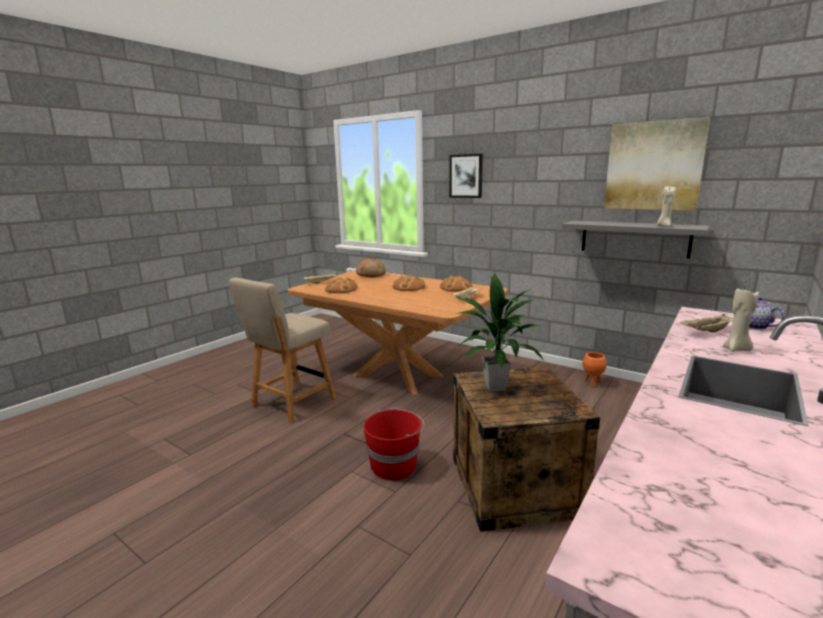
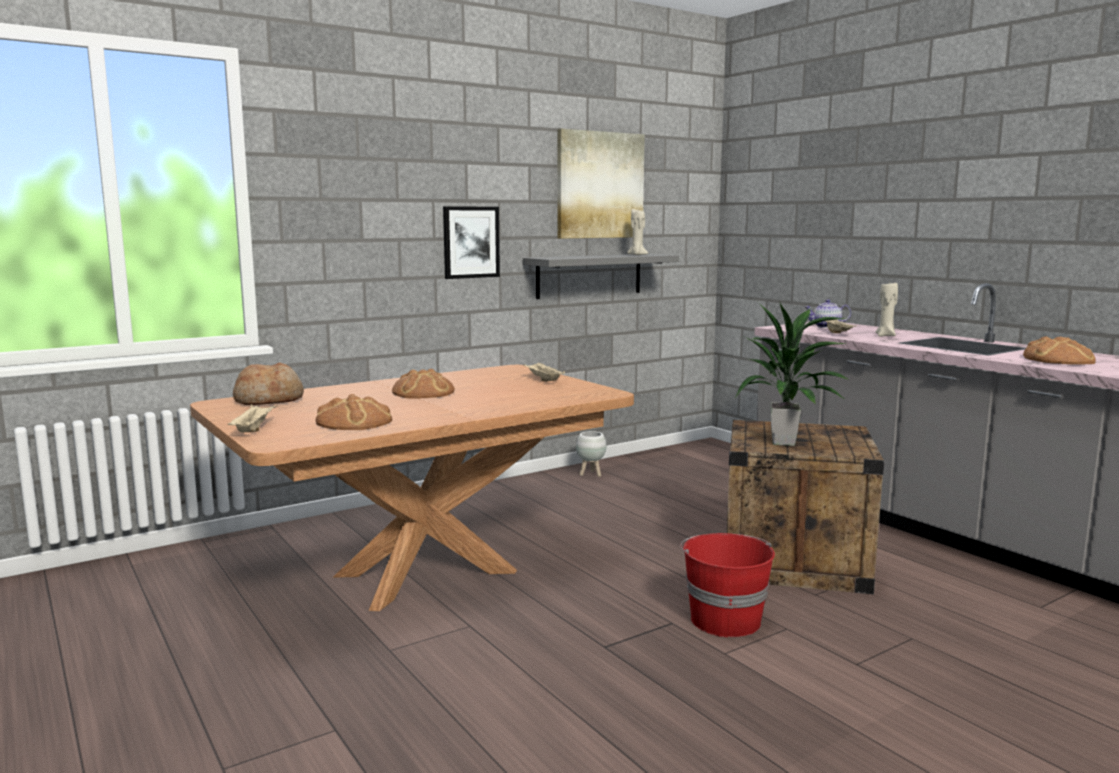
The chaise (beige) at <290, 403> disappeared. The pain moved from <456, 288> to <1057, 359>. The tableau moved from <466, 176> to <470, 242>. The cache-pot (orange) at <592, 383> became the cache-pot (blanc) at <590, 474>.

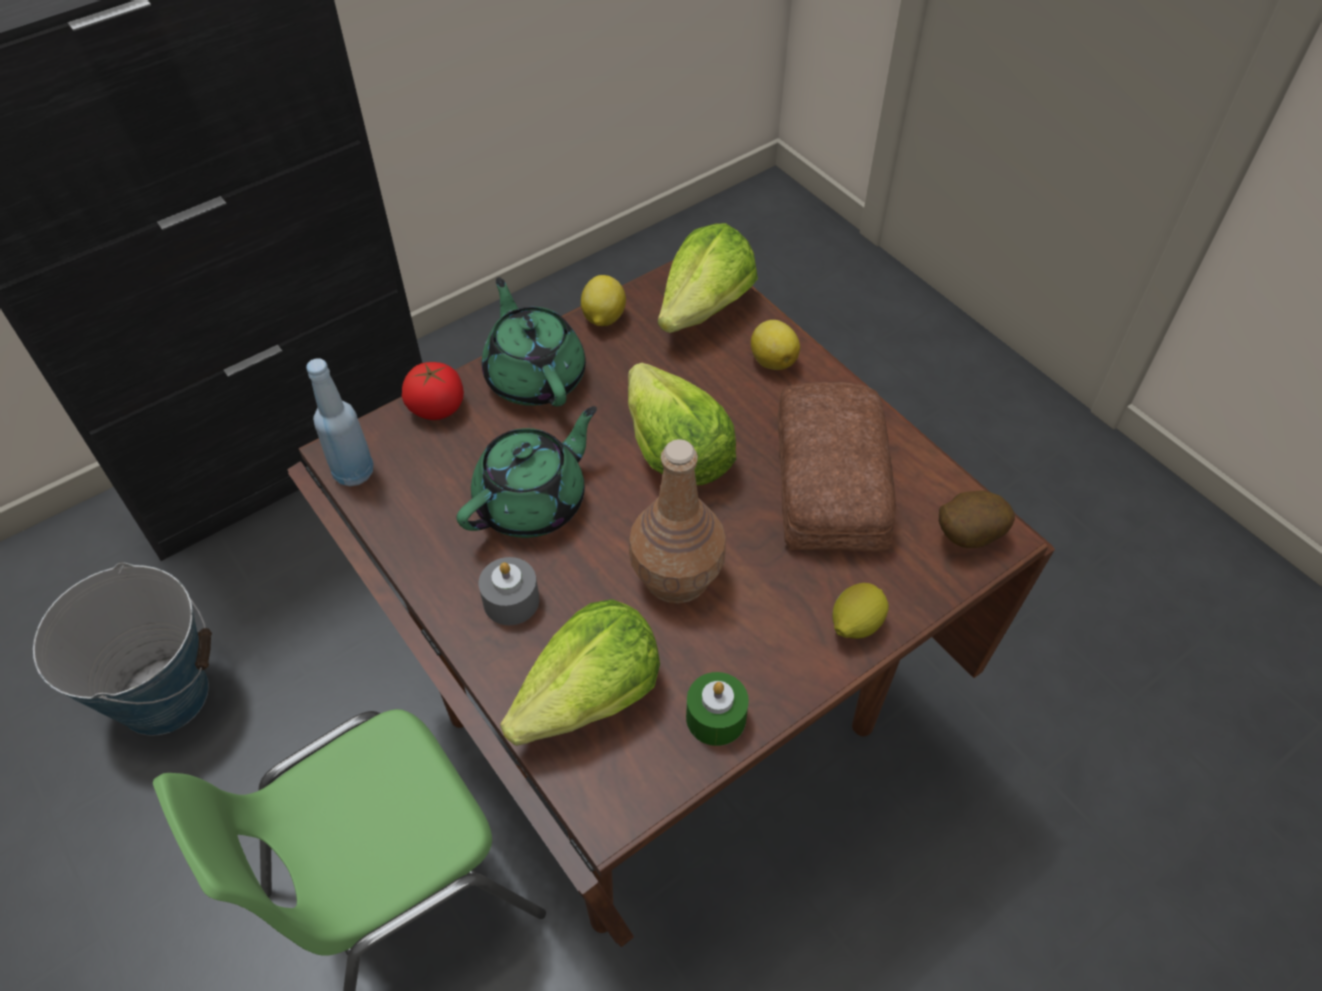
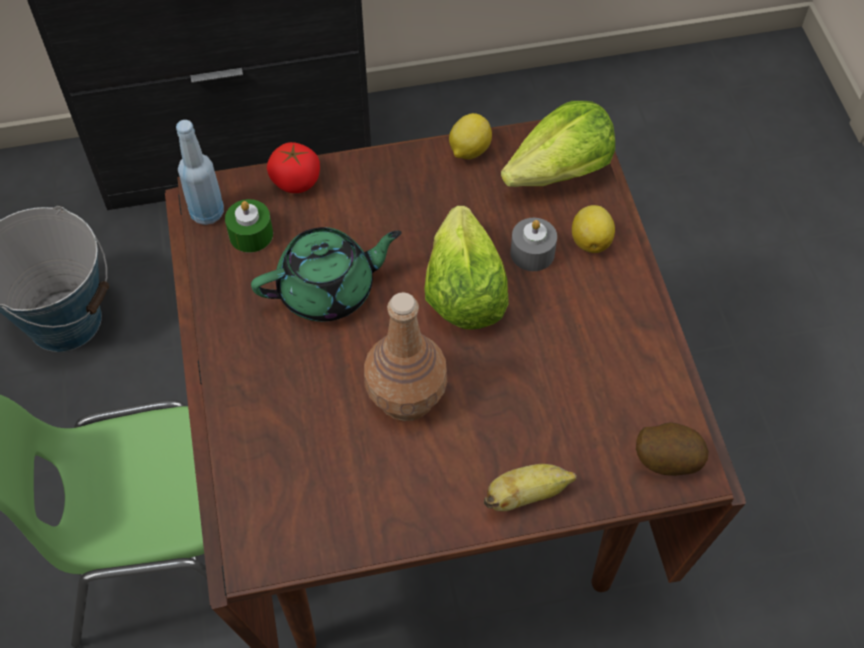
The théière (vert) at <535, 376> disappeared. The laitue at <589, 697> disappeared. The pain at <827, 482> disappeared. The bougie (gris) moved from <511, 601> to <532, 253>. The bougie (vert) moved from <716, 717> to <251, 234>. The citron at <855, 624> was replaced by the banane at <526, 495>.

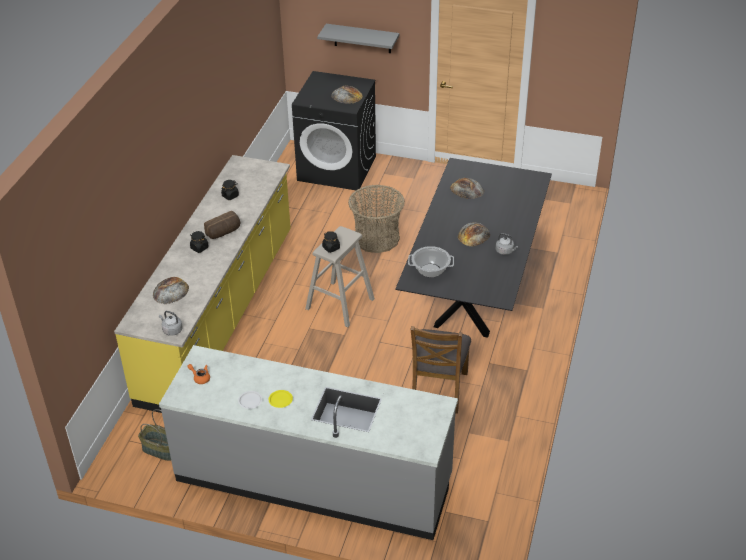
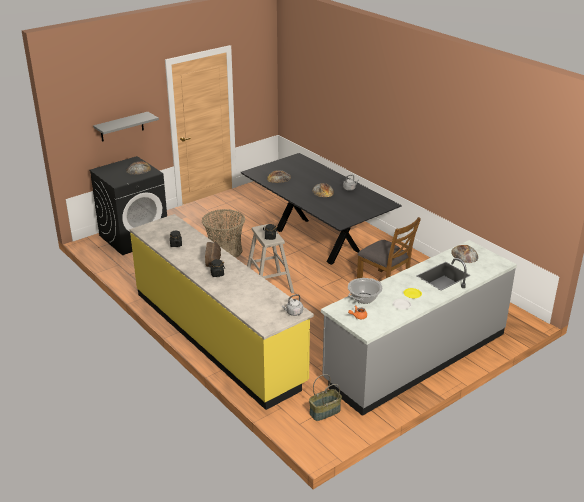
The pain moved from <170, 291> to <464, 255>. The marmite moved from <431, 270> to <364, 298>.

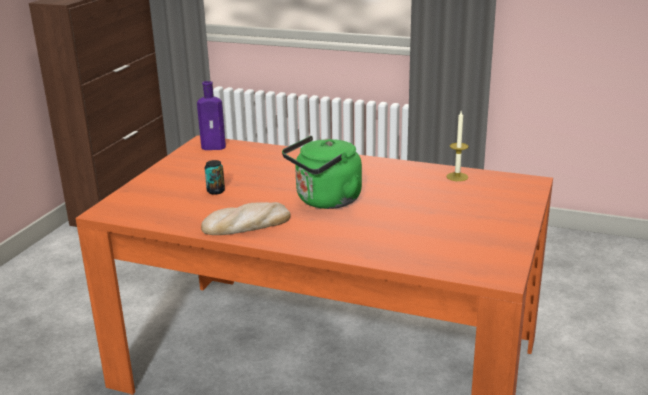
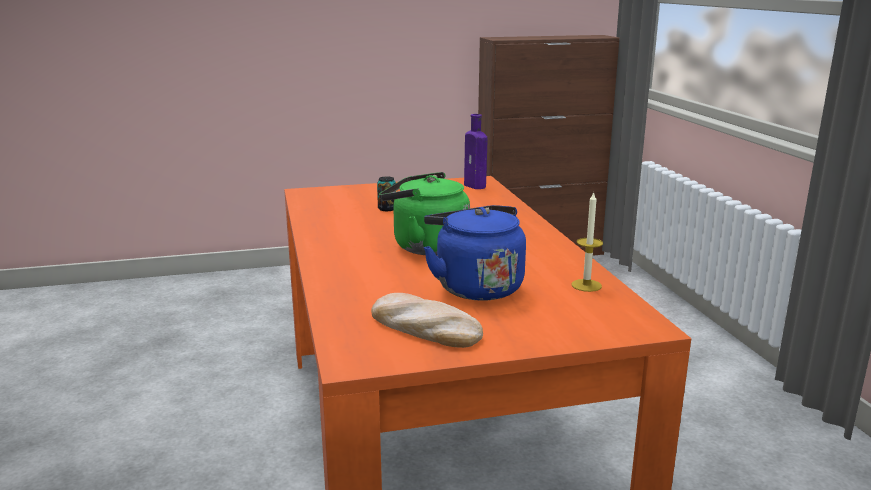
The bouilloire (bleu) at <475, 286> appeared. The pain moved from <246, 224> to <424, 327>.

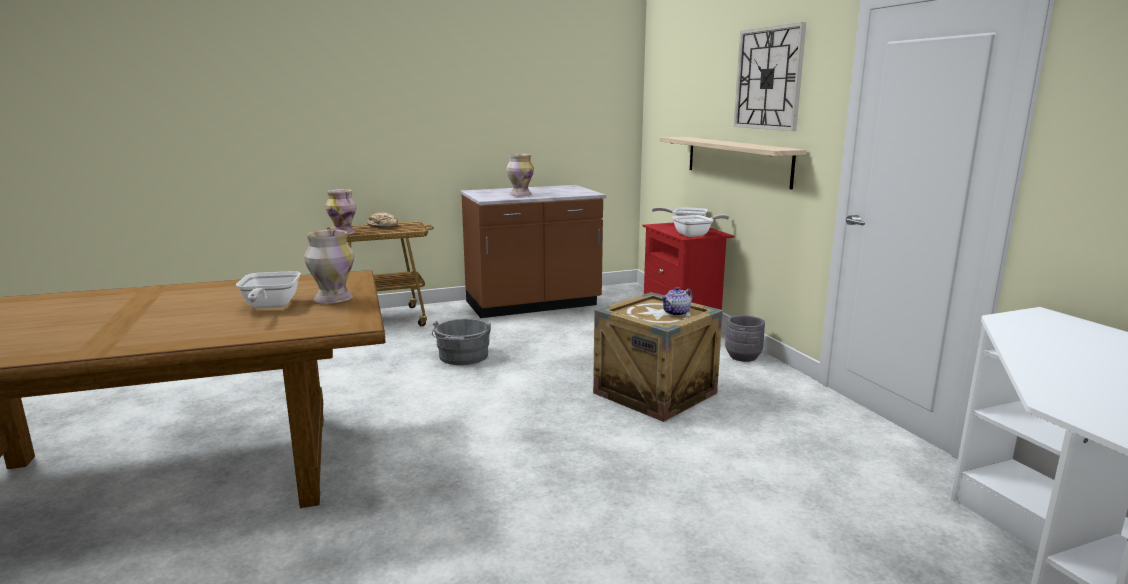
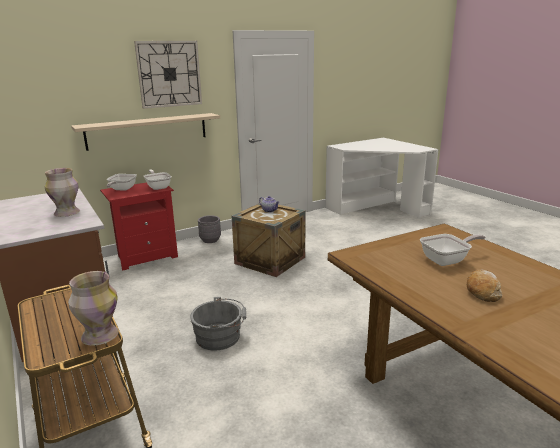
The vase at <332, 299> disappeared. The pain moved from <383, 226> to <482, 291>.

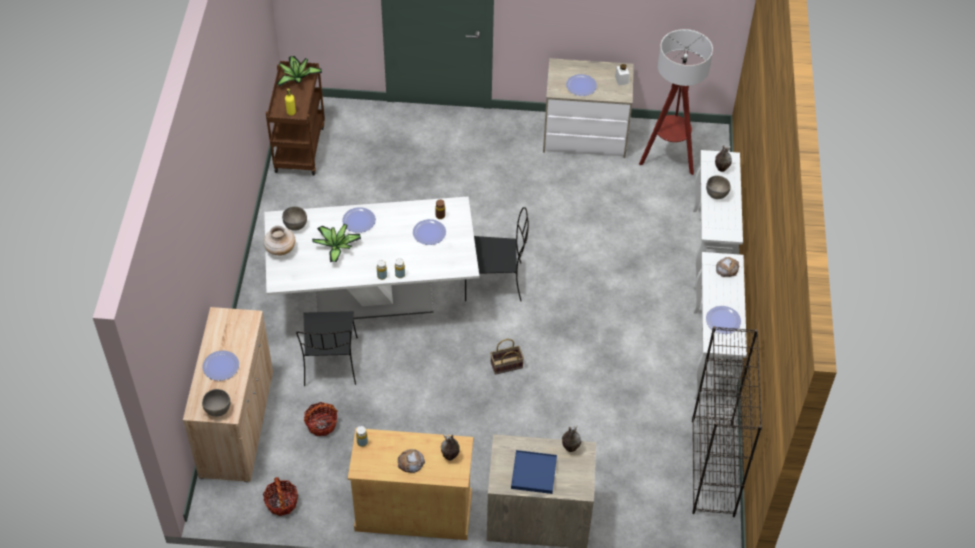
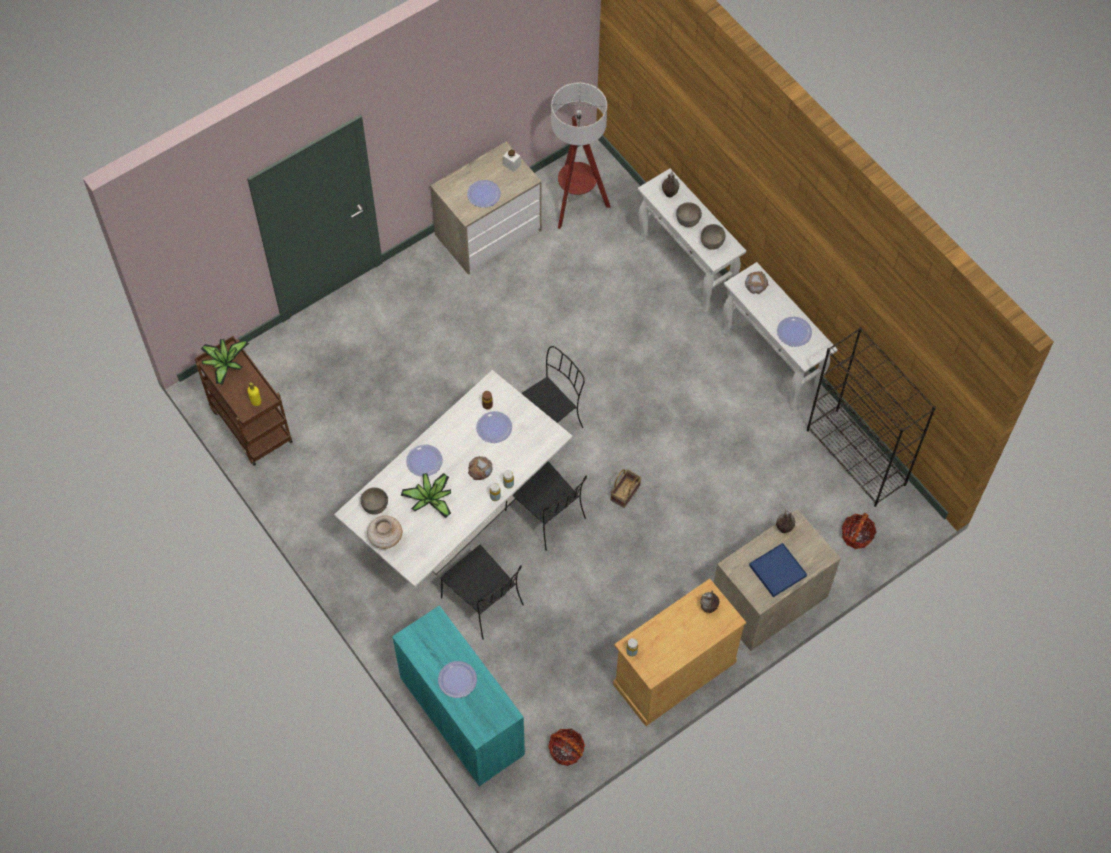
The chaise (noir) at <547, 515> appeared. The bol (gris) moved from <217, 410> to <711, 243>. The panier moved from <321, 424> to <856, 536>. The pain moved from <410, 462> to <480, 469>. The meuble de rangement (beige) at <237, 424> became the meuble de rangement (turquoise) at <462, 716>.

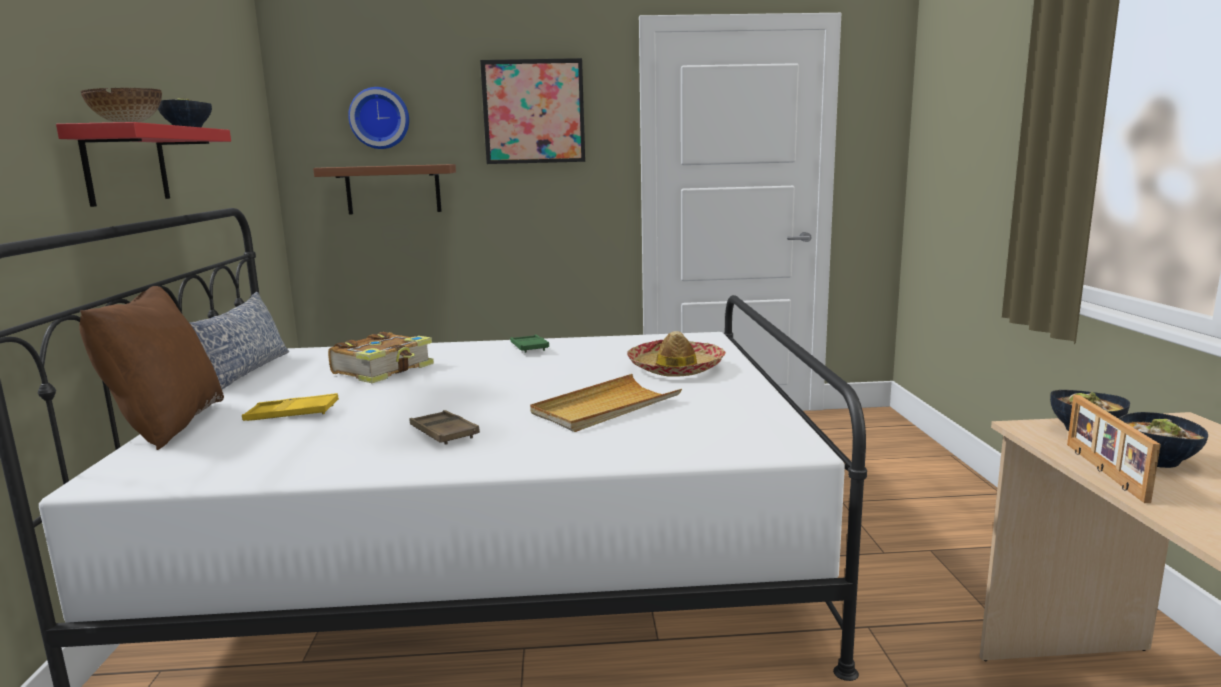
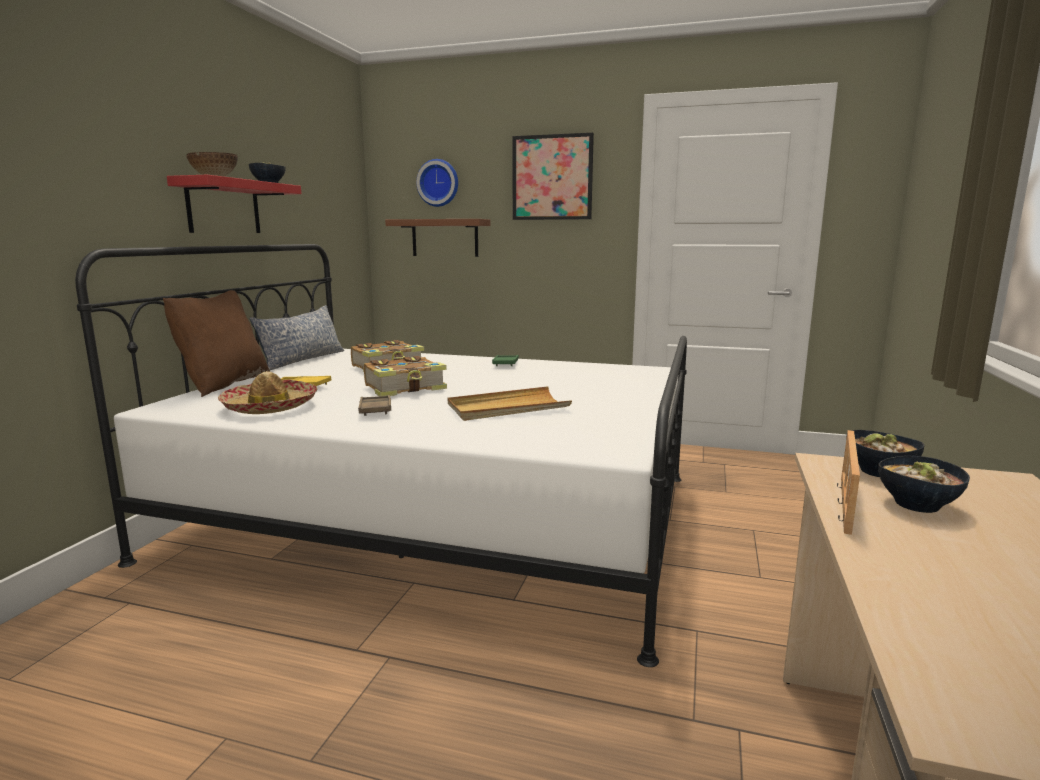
The livre at <406, 388> appeared. The chapeau moved from <676, 368> to <270, 407>.

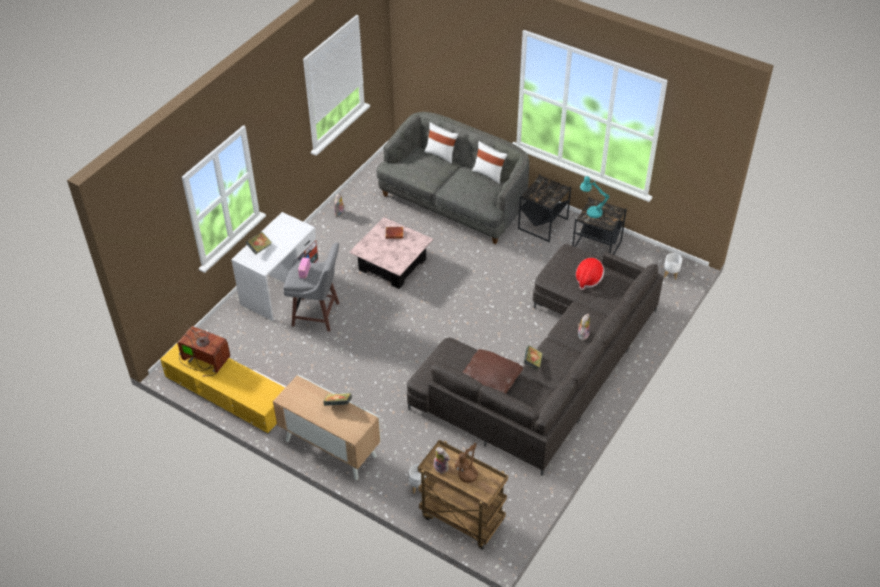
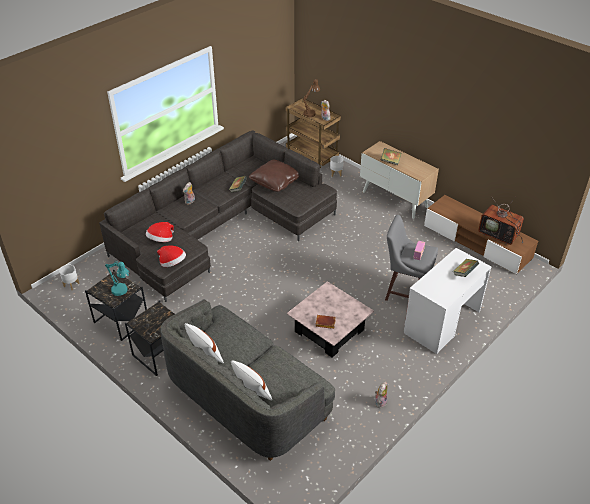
The chapeau at <172, 263> appeared. The meuble télé (jaune) at <228, 392> became the meuble télé (marron) at <477, 242>.

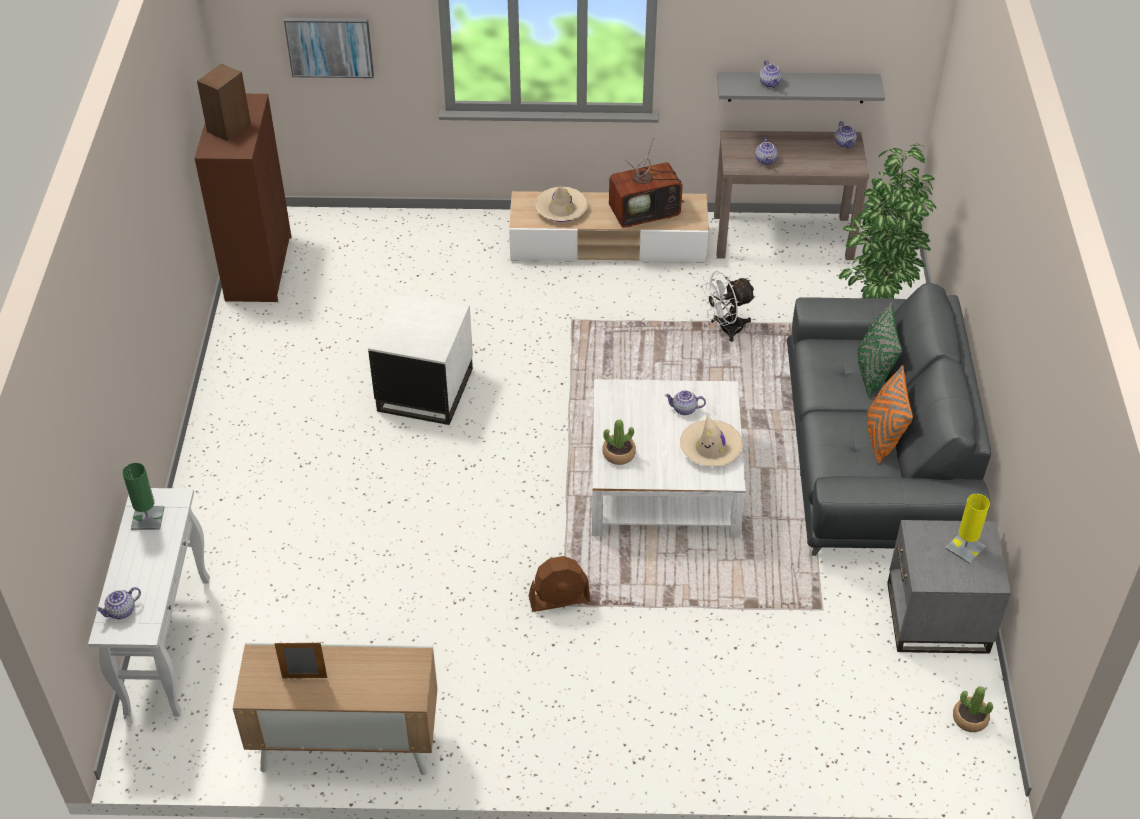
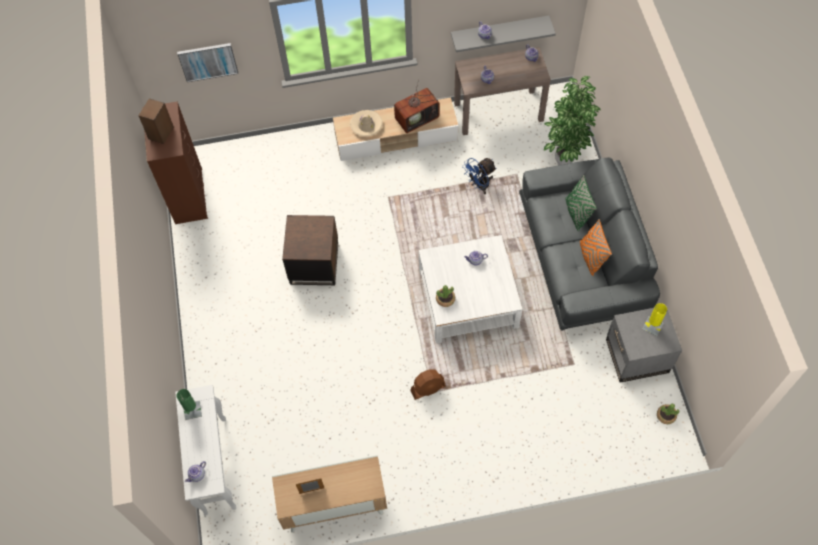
The chapeau (beige) at <711, 448> disappeared. The table d'appoint (blanc) at <424, 389> became the table d'appoint (marron) at <313, 263>. The ventilateur (blanc) at <725, 329> became the ventilateur (bleu) at <479, 186>.

